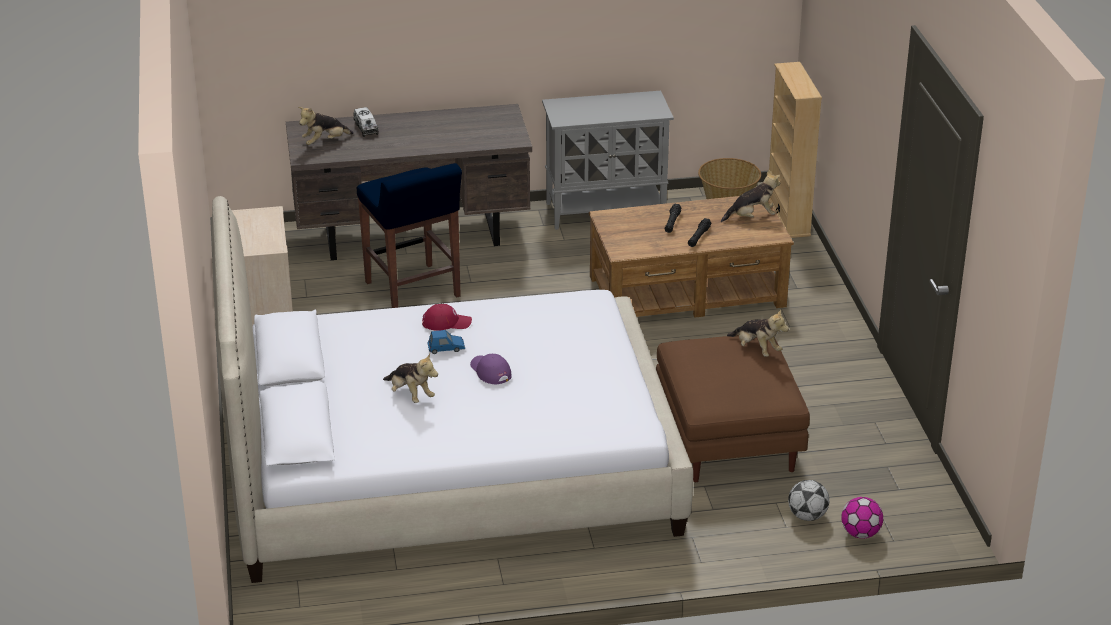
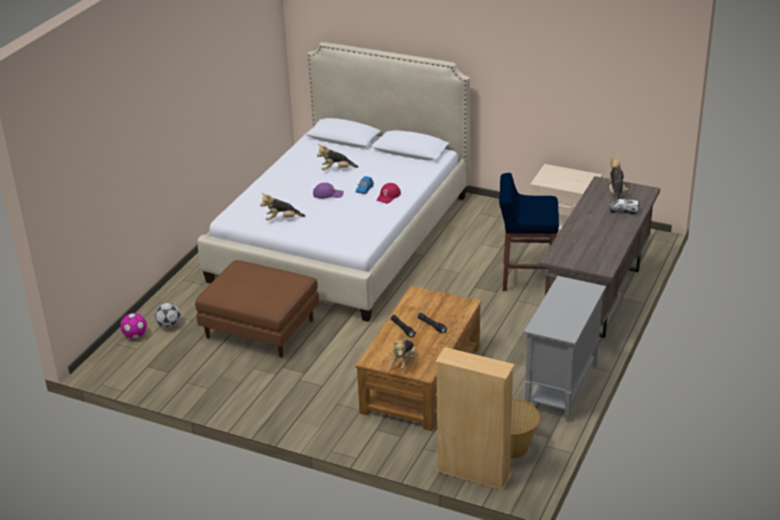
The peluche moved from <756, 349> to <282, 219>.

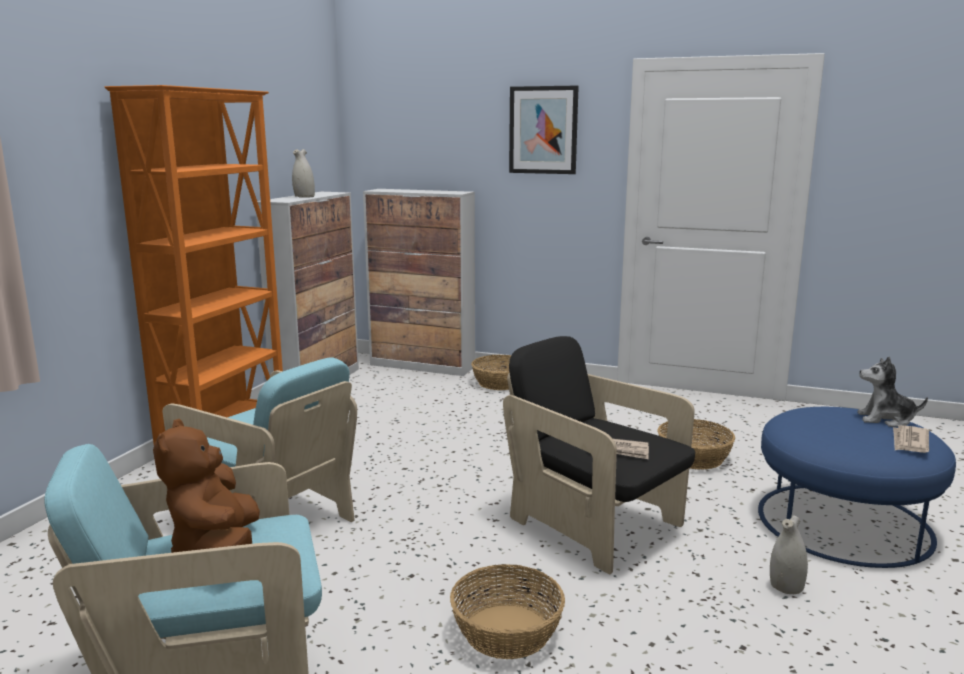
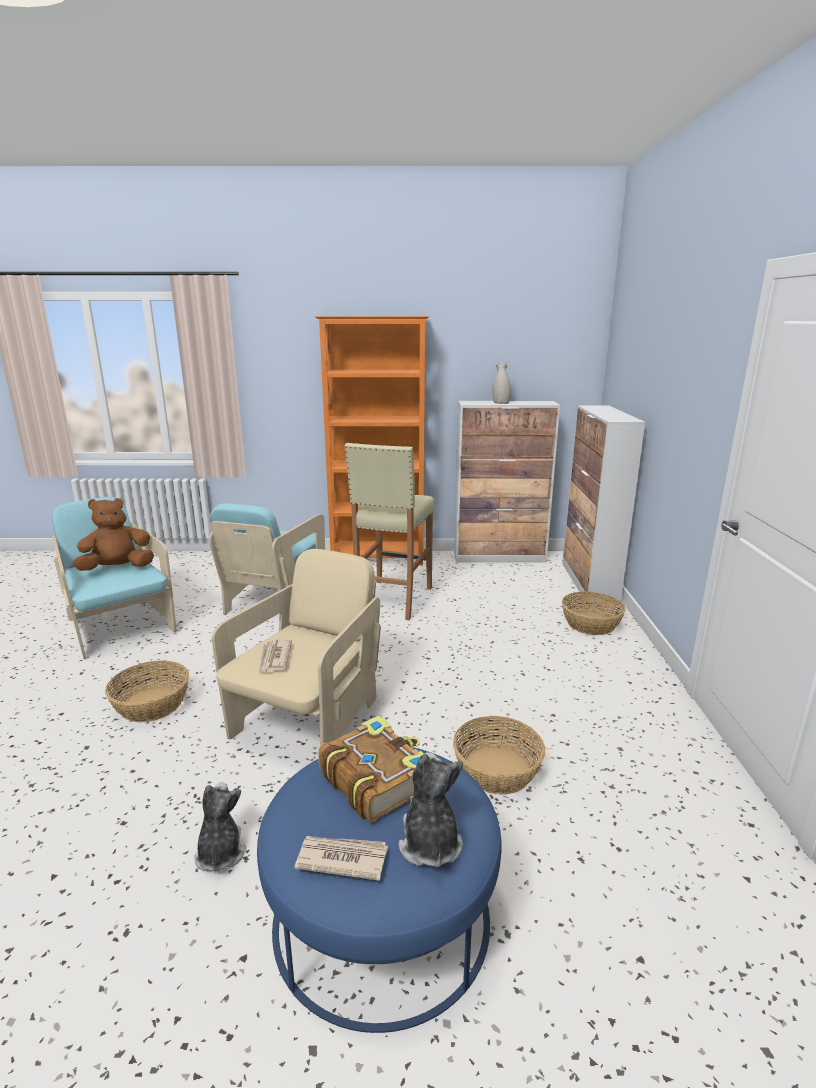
The tableau at <543, 130> disappeared. The livre at <376, 779> appeared. The tabouret (beige) at <392, 600> appeared. The vase (blanc) at <786, 587> was replaced by the peluche at <220, 852>. The fauteuil (noir) at <594, 525> became the fauteuil (beige) at <309, 720>.

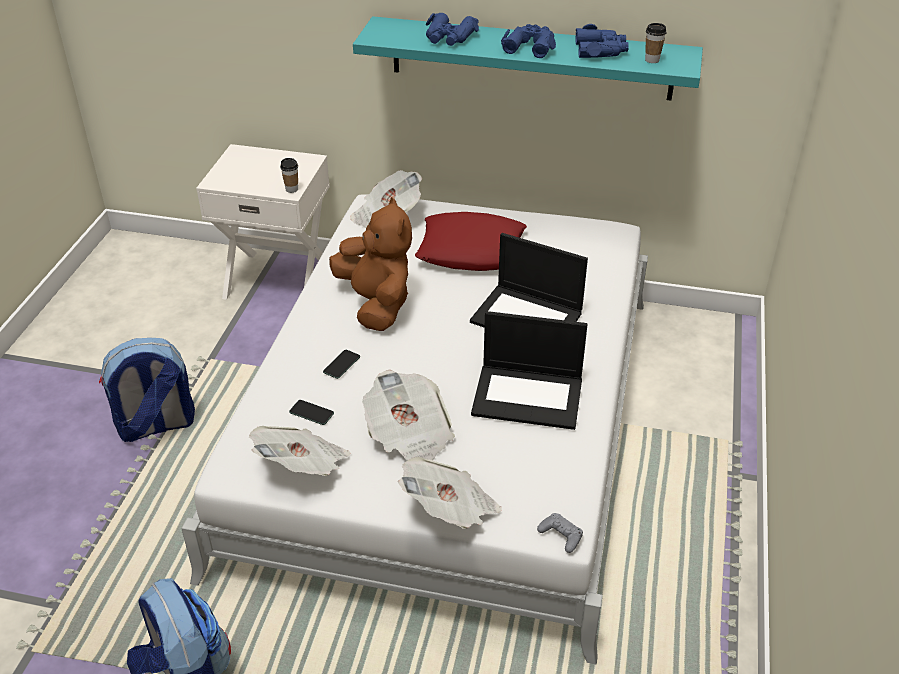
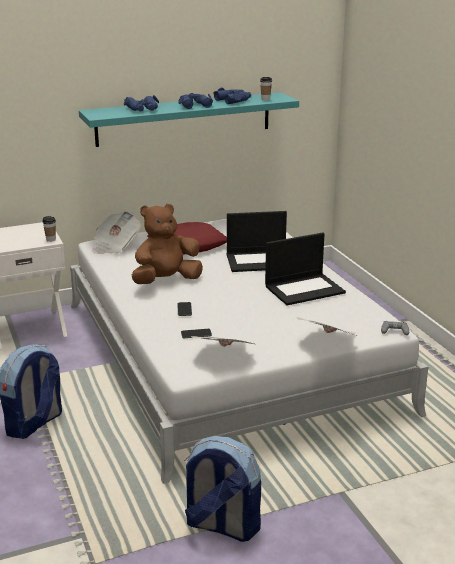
The journal at <409, 437> disappeared. The peluche (marron) at <376, 304> turned 60 degrees counterclockwise.

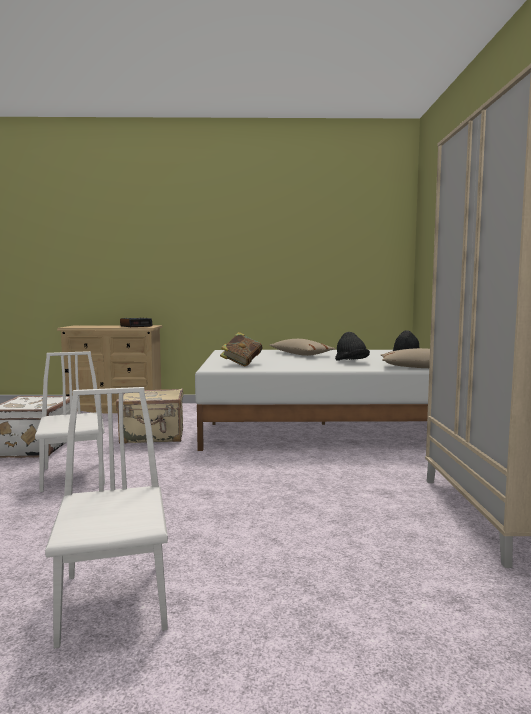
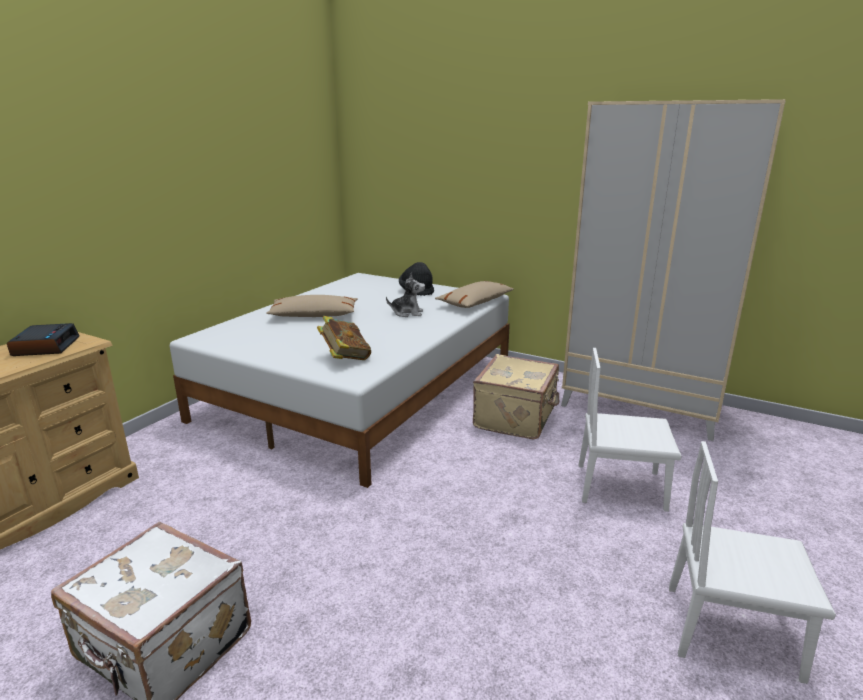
The chaise (blanc) moved from <73, 476> to <621, 487>. The valise (beige) moved from <153, 436> to <516, 418>. The chapeau (noir) at <351, 362> was replaced by the peluche at <407, 313>.

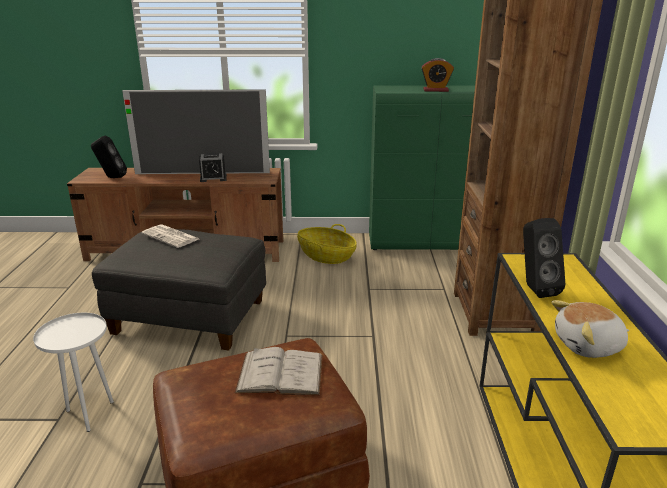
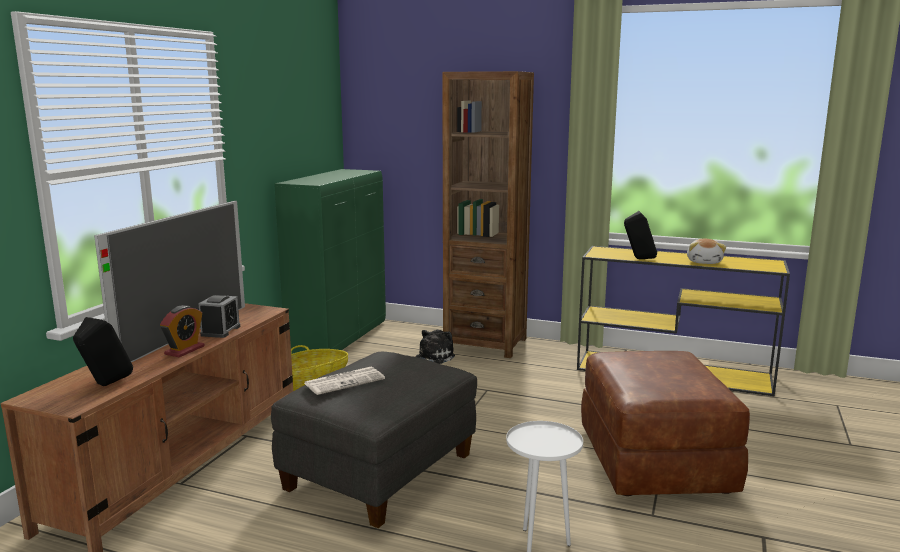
The livre (blanc) at <280, 373> disappeared. The peluche at <433, 358> appeared. The réveil moved from <435, 90> to <184, 350>.

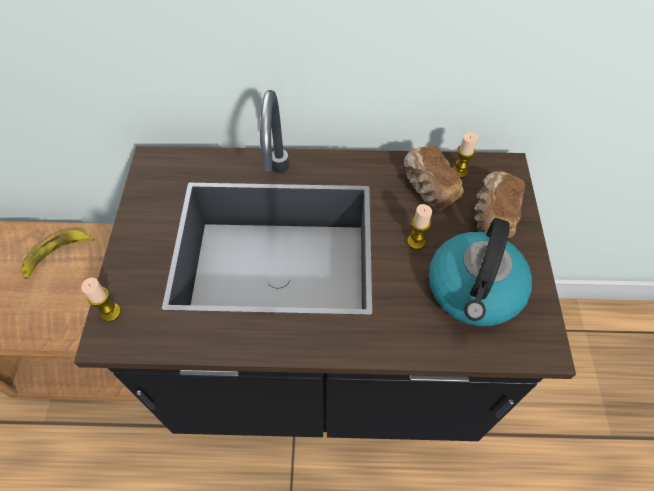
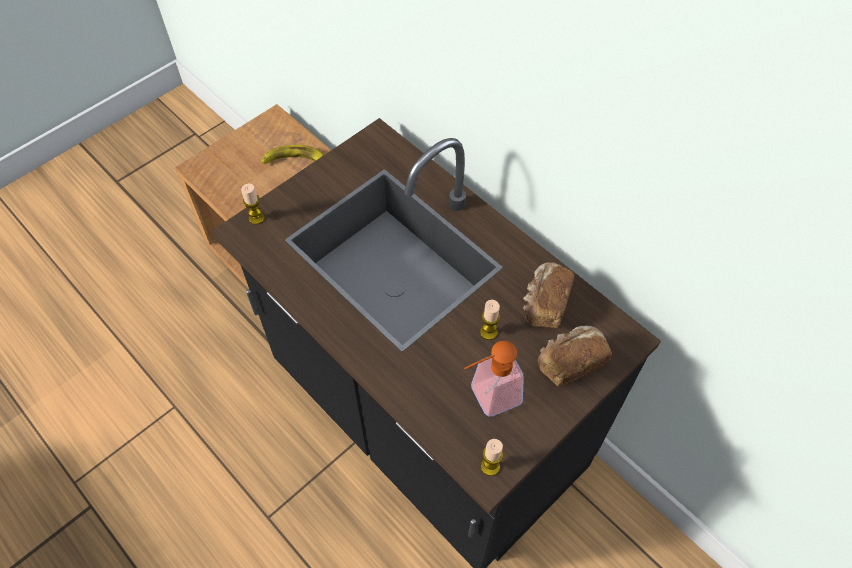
The bougie moved from <459, 171> to <490, 466>. The bouilloire at <474, 291> was replaced by the distributeur de savon at <488, 398>.

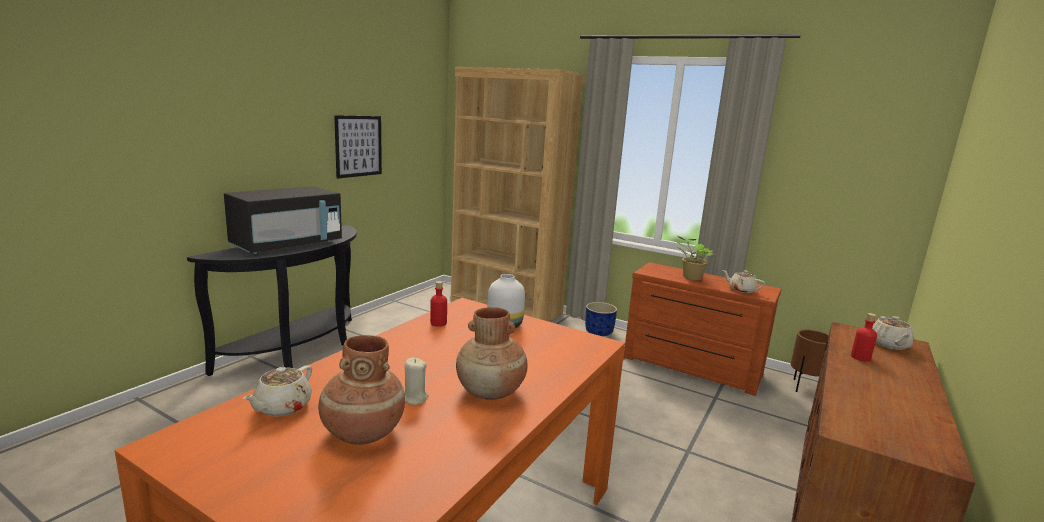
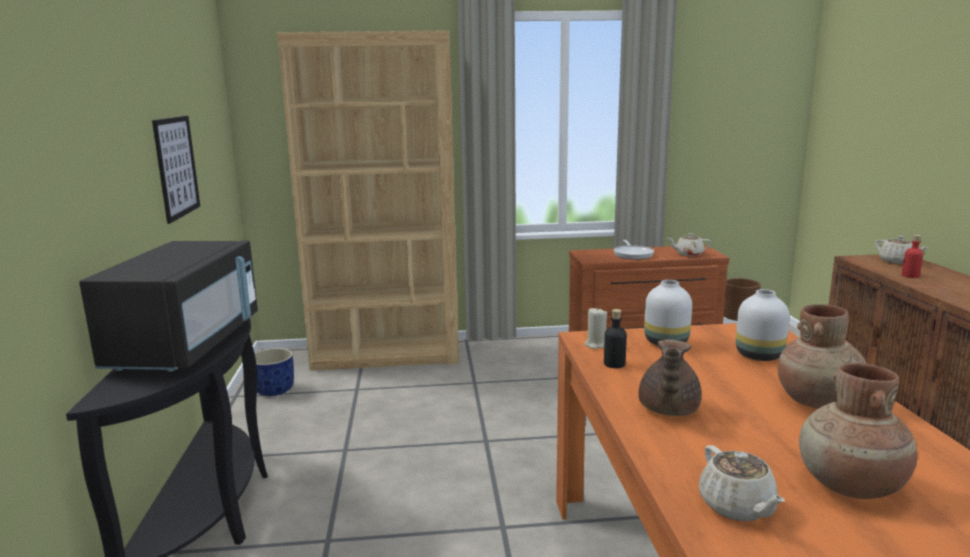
The théière (marron) at <667, 410> appeared. The vase (blanc) at <759, 355> appeared. The bougie (beige) moved from <414, 398> to <596, 345>. The cache-pot (bleu) moved from <599, 332> to <274, 390>. The plante en pot at <690, 277> was replaced by the poêle at <633, 254>. The bouteille (rouge) at <438, 323> became the bouteille (noir) at <614, 364>.

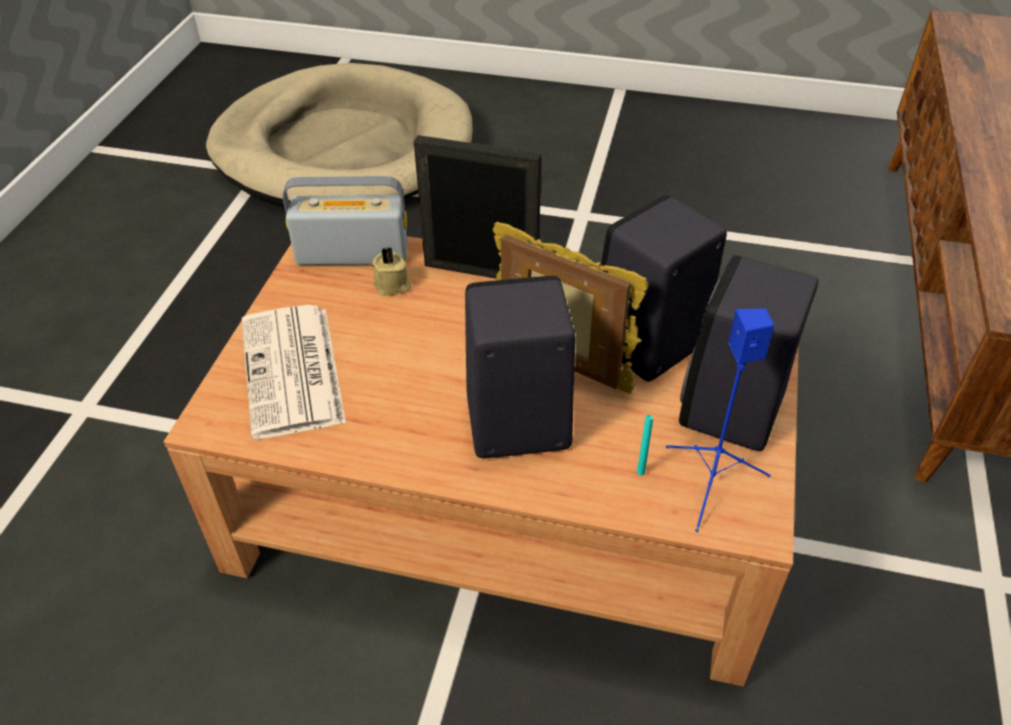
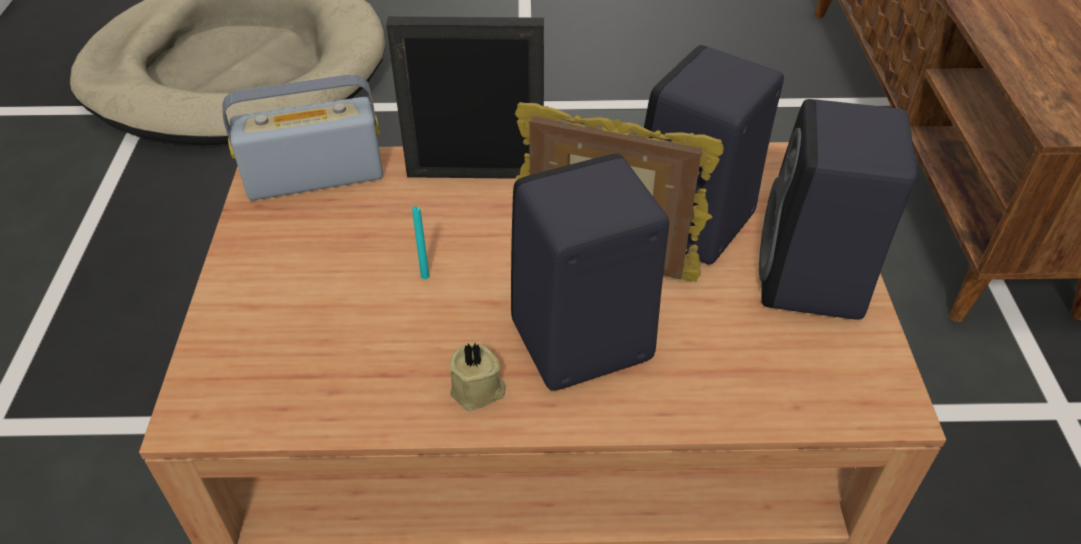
The journal at <293, 372> disappeared. The enceinte (bleu) at <711, 484> disappeared. The bougie (beige) moved from <393, 286> to <478, 391>. The bougie (turquoise) moved from <640, 472> to <425, 276>.

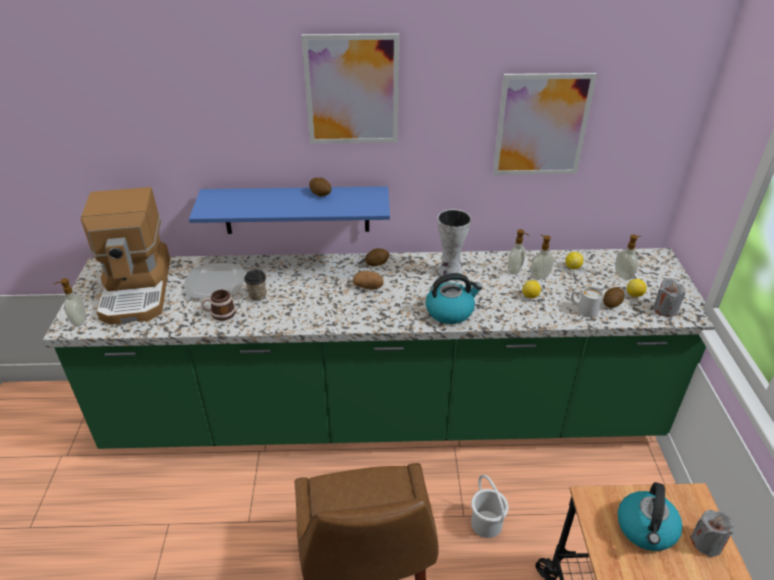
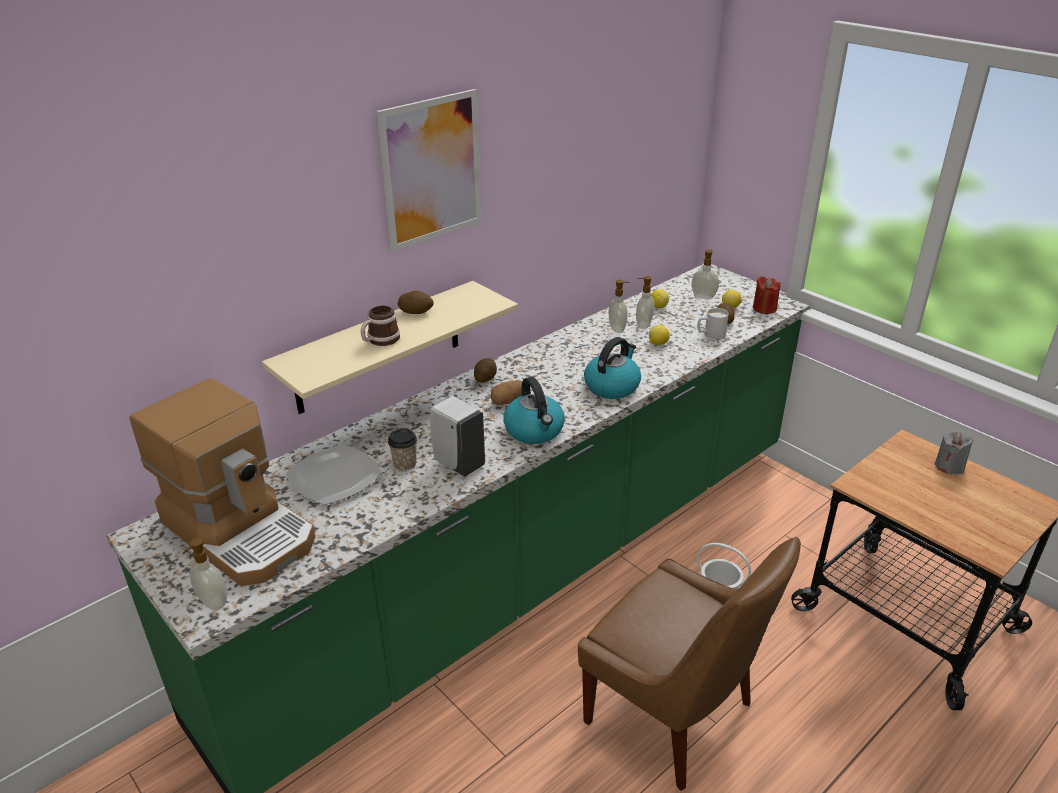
The vase at <449, 273> disappeared. The tableau at <541, 125> disappeared. The distributeur de savon (blanc) at <458, 463> appeared. The mug moved from <219, 314> to <380, 341>. The bouilloire moved from <646, 529> to <535, 431>. The étagère (bleu) at <296, 210> became the étagère (beige) at <378, 347>. The bougie (gris) at <665, 309> became the bougie (rouge) at <764, 308>.

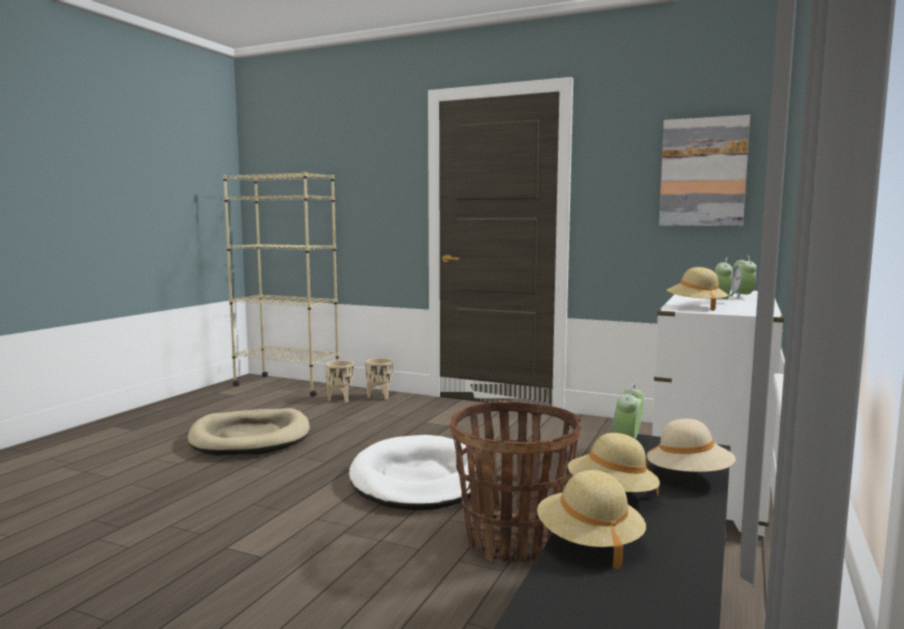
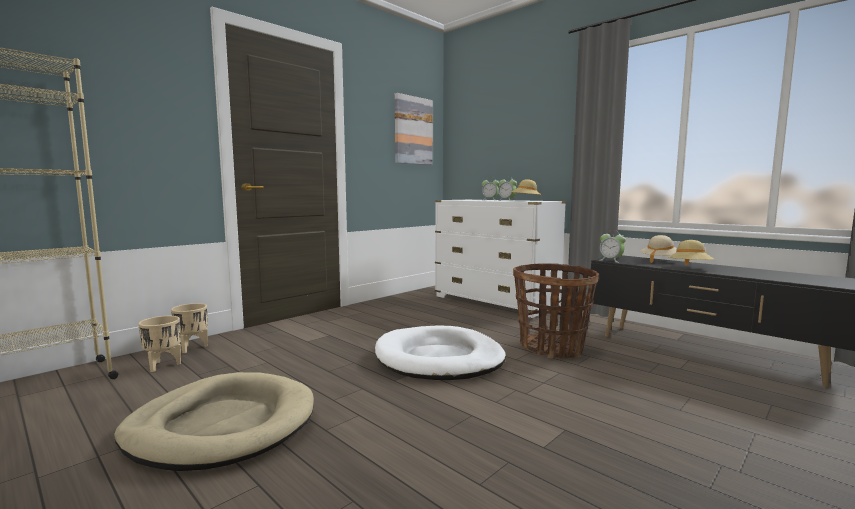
The chapeau (beige) at <589, 542> disappeared.

